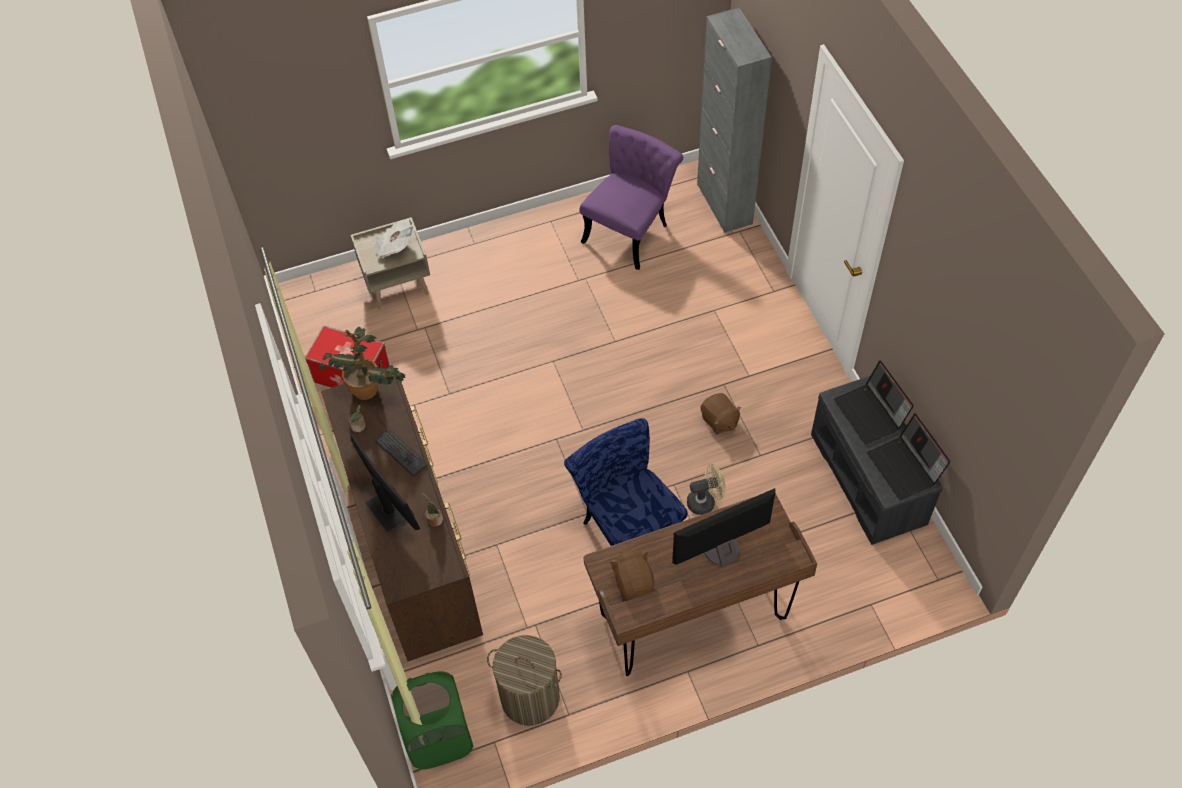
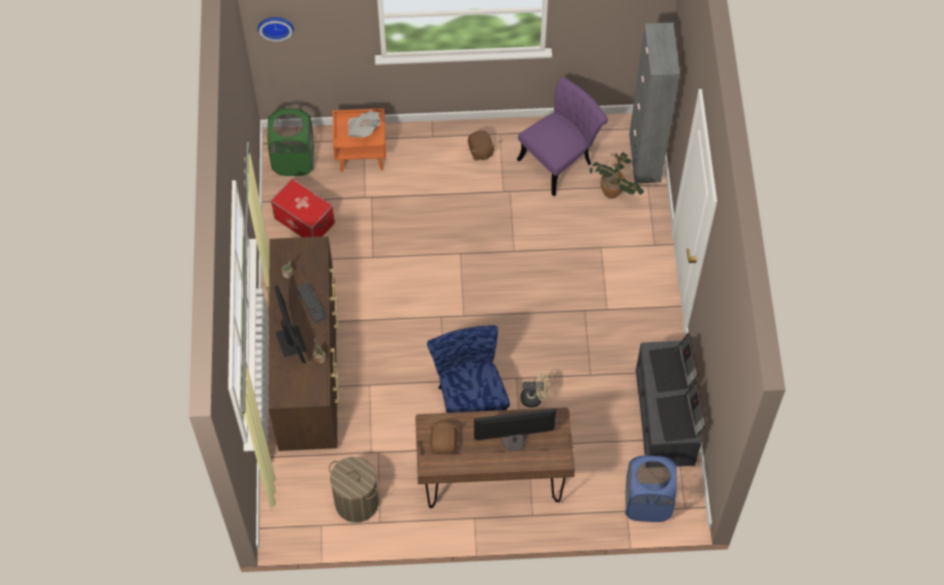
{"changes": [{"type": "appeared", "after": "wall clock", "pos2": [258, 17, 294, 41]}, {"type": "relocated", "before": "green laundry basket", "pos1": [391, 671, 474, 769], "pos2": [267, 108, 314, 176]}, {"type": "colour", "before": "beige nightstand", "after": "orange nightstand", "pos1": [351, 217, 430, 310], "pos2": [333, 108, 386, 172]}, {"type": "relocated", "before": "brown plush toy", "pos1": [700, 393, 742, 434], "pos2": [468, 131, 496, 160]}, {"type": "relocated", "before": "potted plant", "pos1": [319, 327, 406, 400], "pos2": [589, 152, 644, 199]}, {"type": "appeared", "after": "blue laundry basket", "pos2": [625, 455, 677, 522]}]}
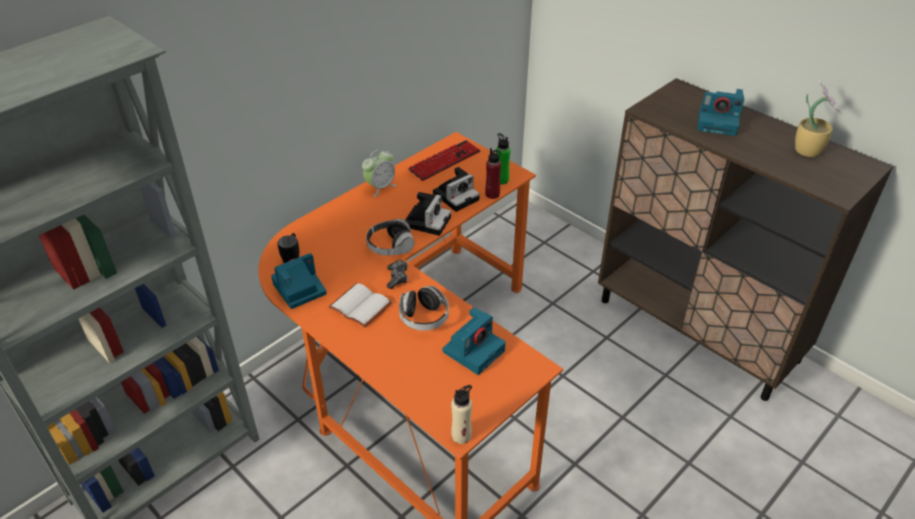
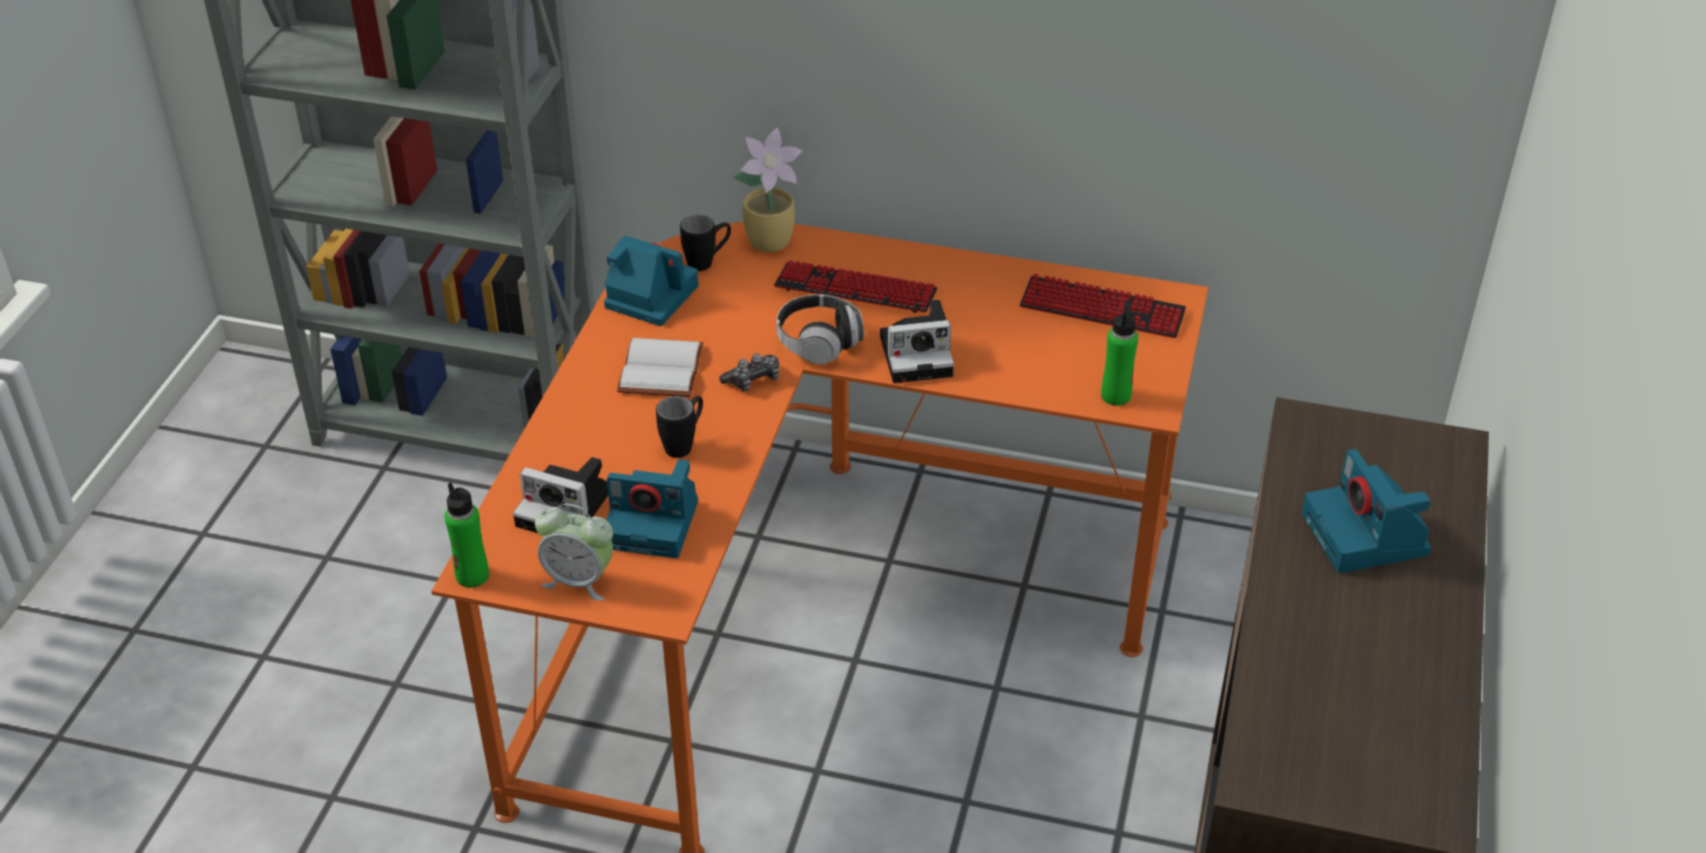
{"changes": [{"type": "colour", "before": "beige bottle", "after": "green bottle", "pos1": [451, 385, 472, 444], "pos2": [445, 482, 489, 588]}, {"type": "relocated", "before": "photo camera", "pos1": [433, 167, 480, 212], "pos2": [513, 457, 608, 533]}, {"type": "relocated", "before": "alarm clock", "pos1": [362, 149, 396, 197], "pos2": [535, 504, 613, 601]}, {"type": "exchanged", "before": "headphones", "after": "black mug", "pos1": [399, 286, 449, 331], "pos2": [656, 396, 703, 458]}, {"type": "relocated", "before": "potted plant", "pos1": [795, 80, 841, 157], "pos2": [733, 127, 802, 252]}, {"type": "appeared", "after": "keyboard", "pos2": [774, 260, 937, 313]}, {"type": "missing", "before": "red bottle", "pos1": [485, 148, 501, 199]}]}
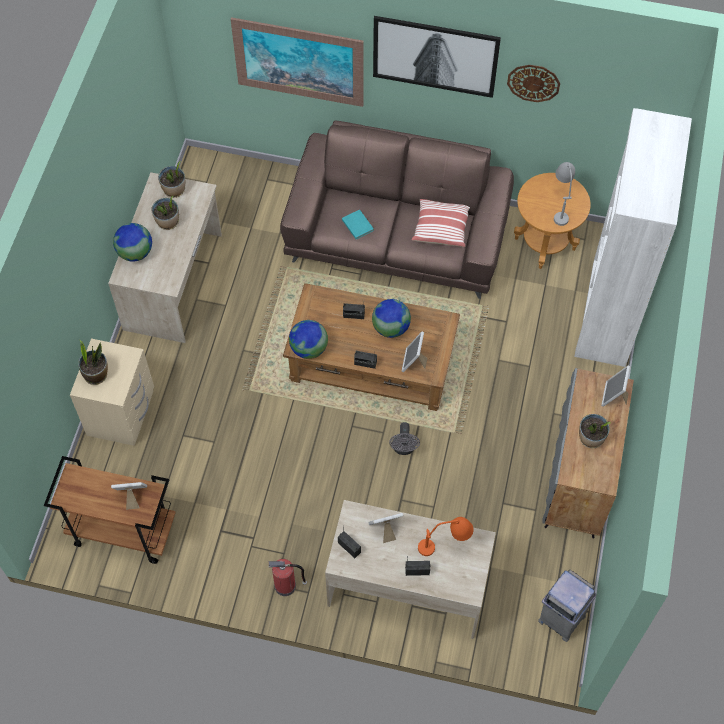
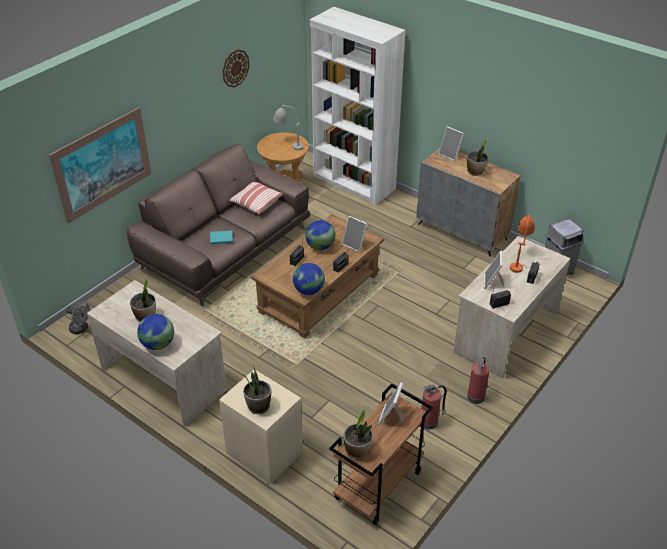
{"changes": [{"type": "relocated", "before": "grey fan", "pos1": [389, 422, 420, 455], "pos2": [66, 302, 91, 334]}, {"type": "relocated", "before": "potted plant", "pos1": [158, 161, 185, 198], "pos2": [344, 408, 373, 459]}, {"type": "appeared", "after": "fire extinguisher", "pos2": [421, 385, 447, 430]}, {"type": "missing", "before": "picture", "pos1": [373, 16, 501, 98]}]}
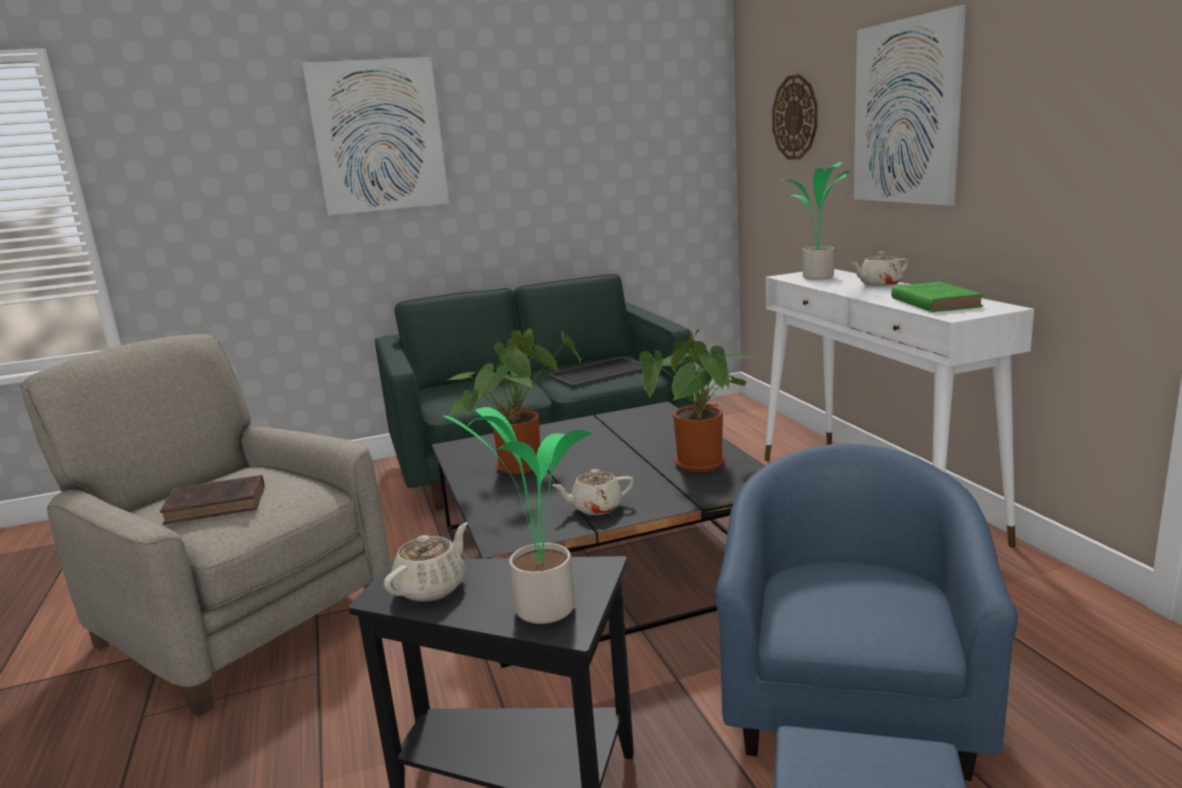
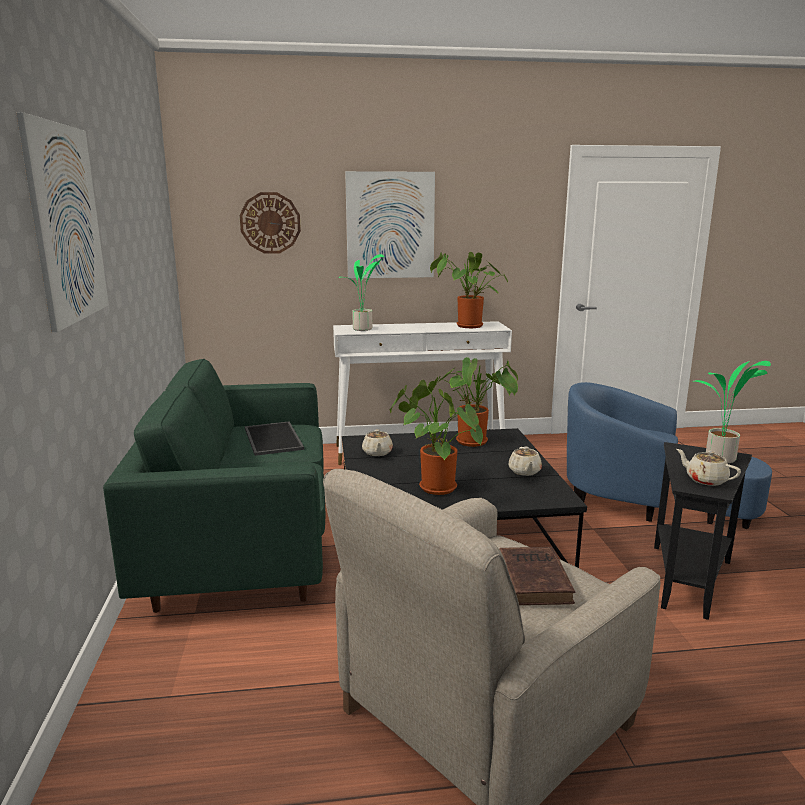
{"changes": [{"type": "relocated", "before": "beige teapot", "pos1": [851, 252, 909, 287], "pos2": [362, 429, 393, 456]}, {"type": "exchanged", "before": "green book", "after": "potted plant", "pos1": [891, 282, 984, 312], "pos2": [430, 252, 508, 328]}]}
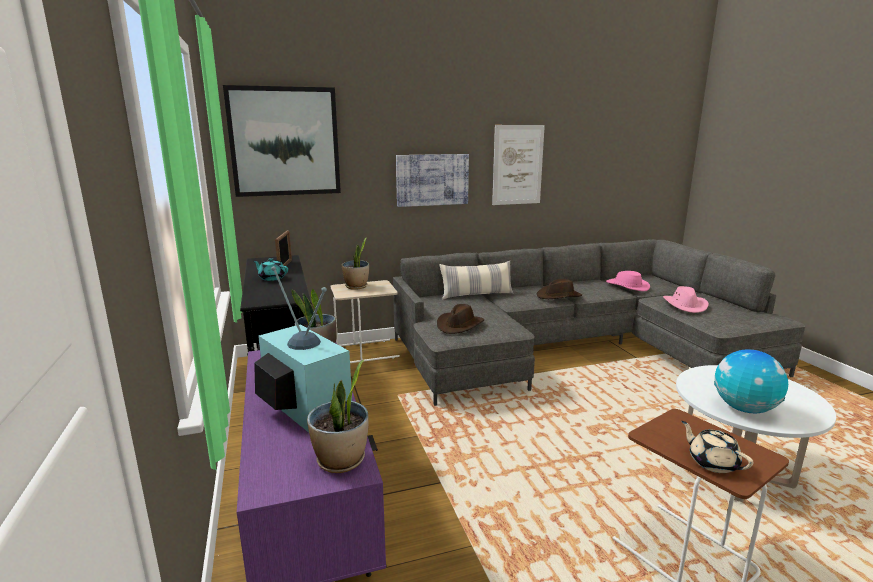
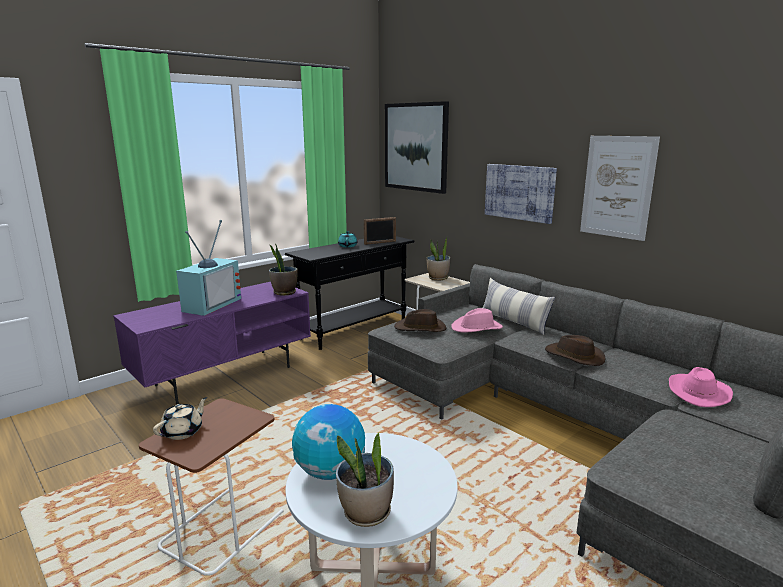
{"changes": [{"type": "relocated", "before": "potted plant", "pos1": [307, 360, 369, 473], "pos2": [336, 432, 394, 527]}, {"type": "relocated", "before": "pink hat", "pos1": [663, 286, 709, 313], "pos2": [452, 308, 503, 333]}]}
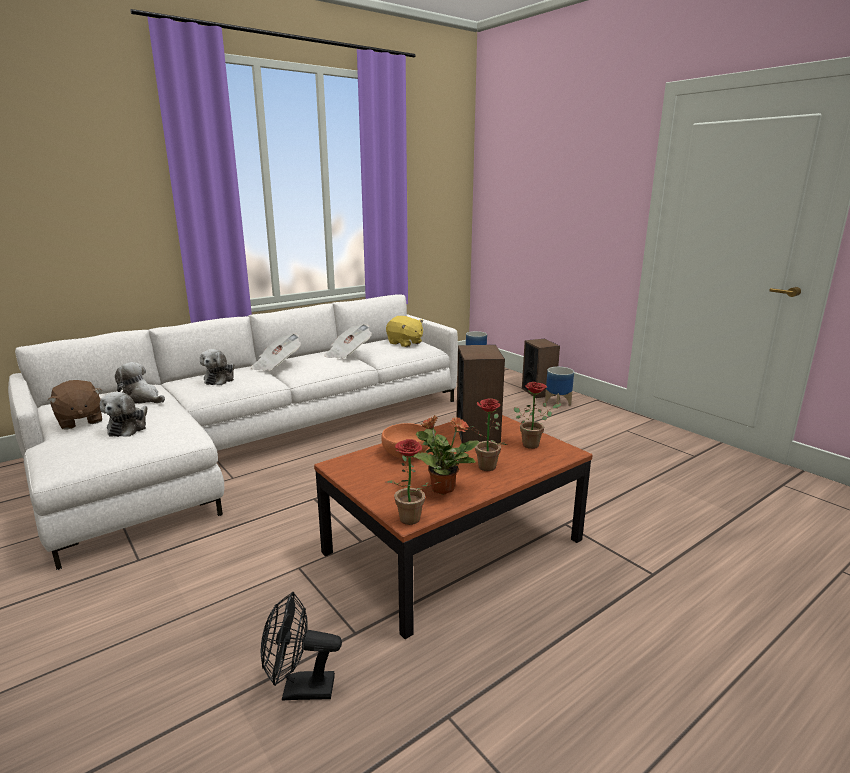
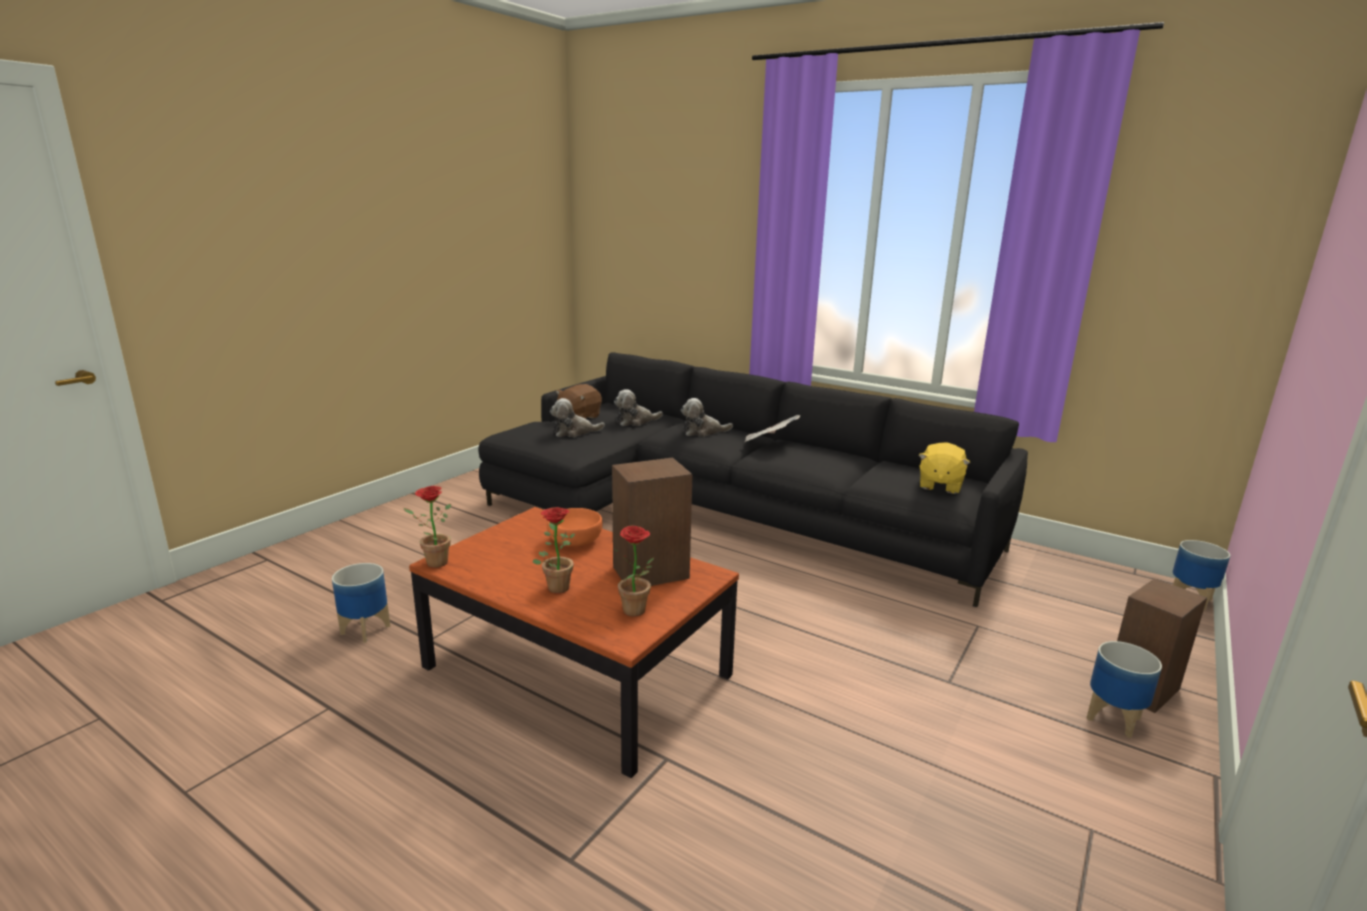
{"changes": [{"type": "exchanged", "before": "black fan", "after": "planter", "pos1": [261, 592, 342, 701], "pos2": [332, 563, 391, 643]}, {"type": "colour", "before": "white sofa", "after": "black sofa", "pos1": [8, 294, 458, 570], "pos2": [478, 352, 1028, 607]}, {"type": "spun", "before": "plush toy", "pos1": [115, 362, 165, 404], "pos2": [614, 389, 663, 426], "turn": -120}, {"type": "missing", "before": "newspaper", "pos1": [324, 324, 372, 358]}, {"type": "missing", "before": "potted plant", "pos1": [413, 415, 479, 495]}]}
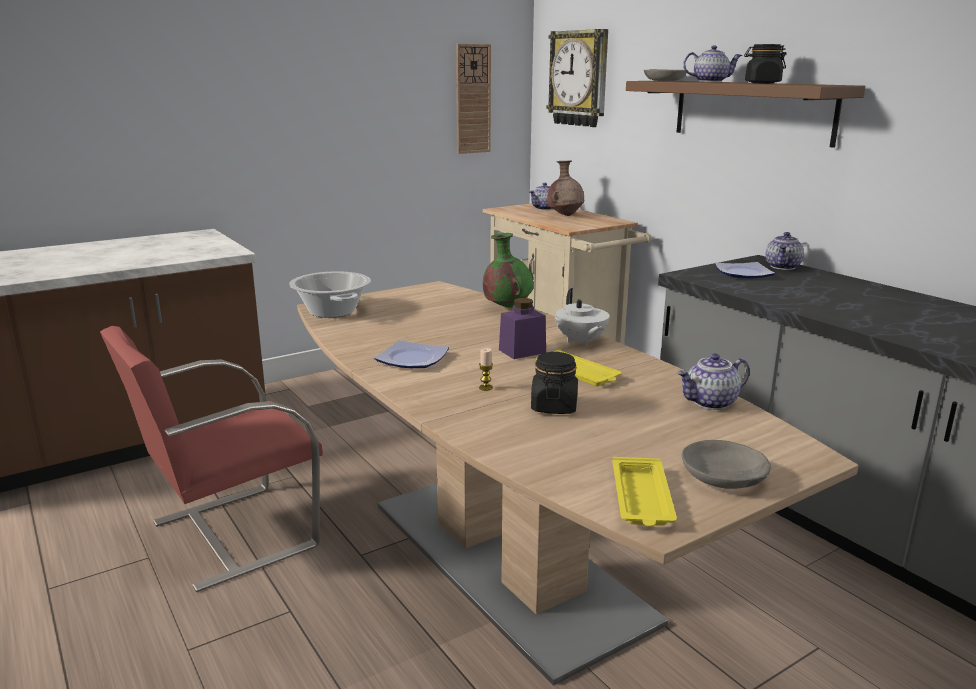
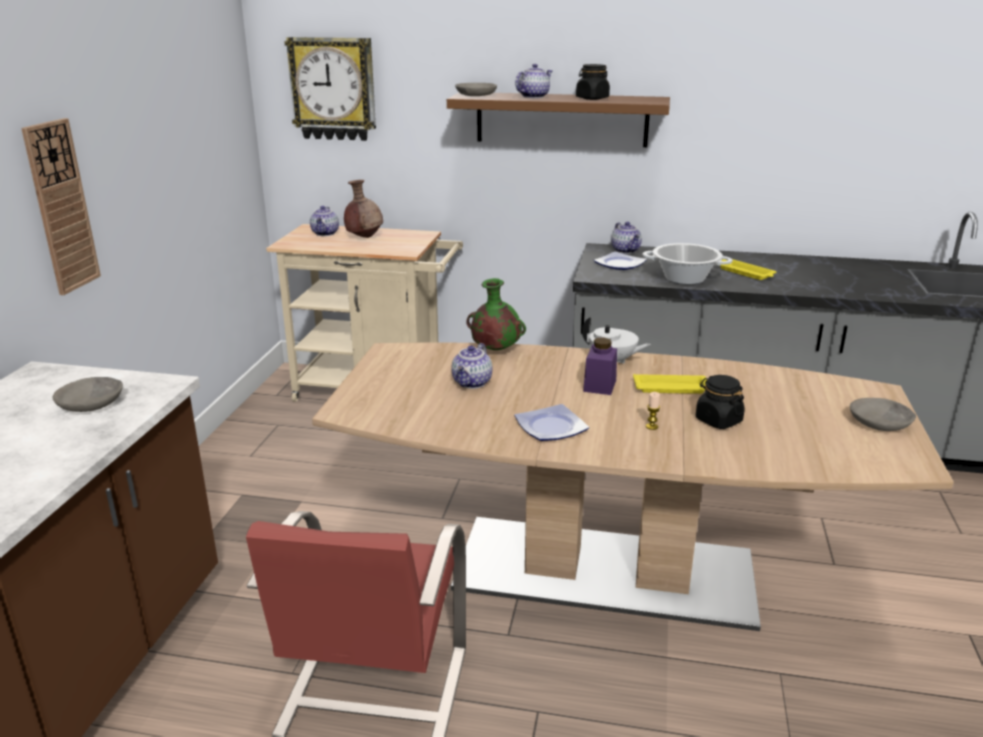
{"changes": [{"type": "relocated", "before": "wall clock", "pos1": [456, 44, 491, 154], "pos2": [21, 118, 101, 295]}, {"type": "appeared", "after": "grey bowl", "pos2": [52, 377, 123, 412]}, {"type": "relocated", "before": "teapot", "pos1": [677, 354, 750, 410], "pos2": [451, 343, 492, 389]}, {"type": "relocated", "before": "cooking pot", "pos1": [289, 271, 371, 318], "pos2": [642, 243, 733, 284]}, {"type": "relocated", "before": "yellow tray", "pos1": [612, 457, 677, 527], "pos2": [716, 259, 777, 280]}]}
